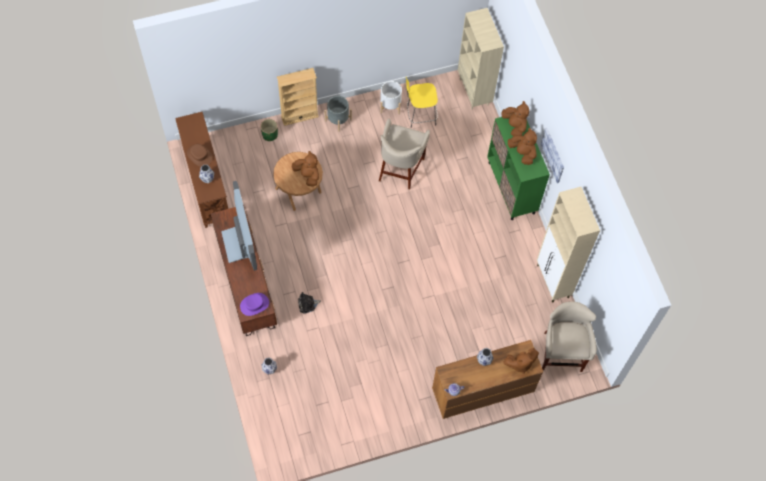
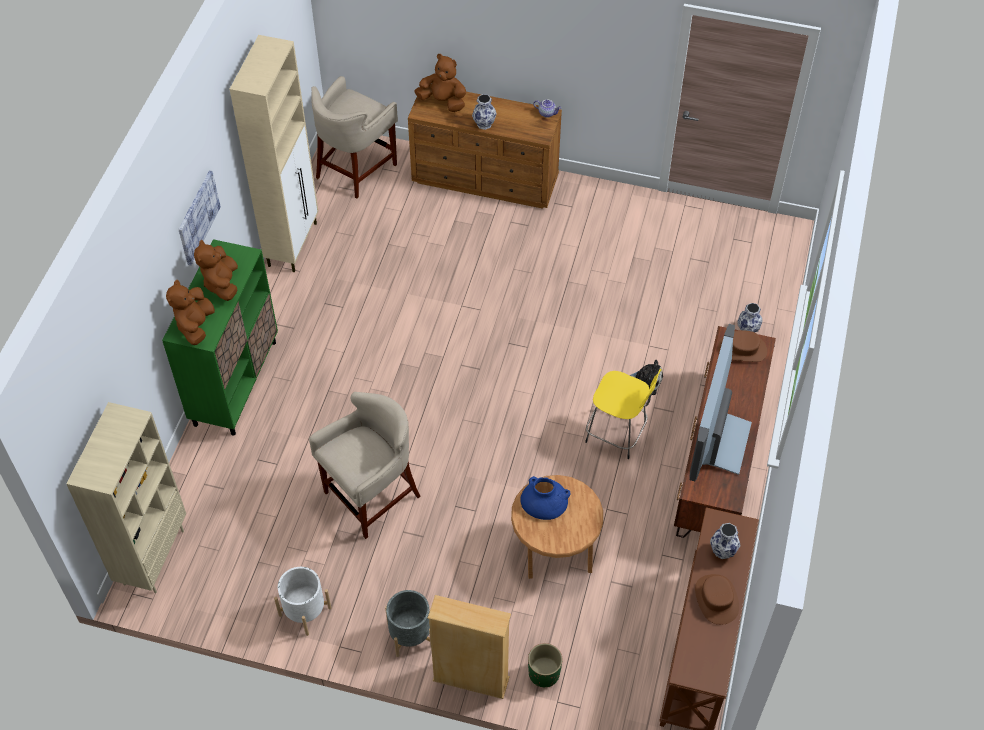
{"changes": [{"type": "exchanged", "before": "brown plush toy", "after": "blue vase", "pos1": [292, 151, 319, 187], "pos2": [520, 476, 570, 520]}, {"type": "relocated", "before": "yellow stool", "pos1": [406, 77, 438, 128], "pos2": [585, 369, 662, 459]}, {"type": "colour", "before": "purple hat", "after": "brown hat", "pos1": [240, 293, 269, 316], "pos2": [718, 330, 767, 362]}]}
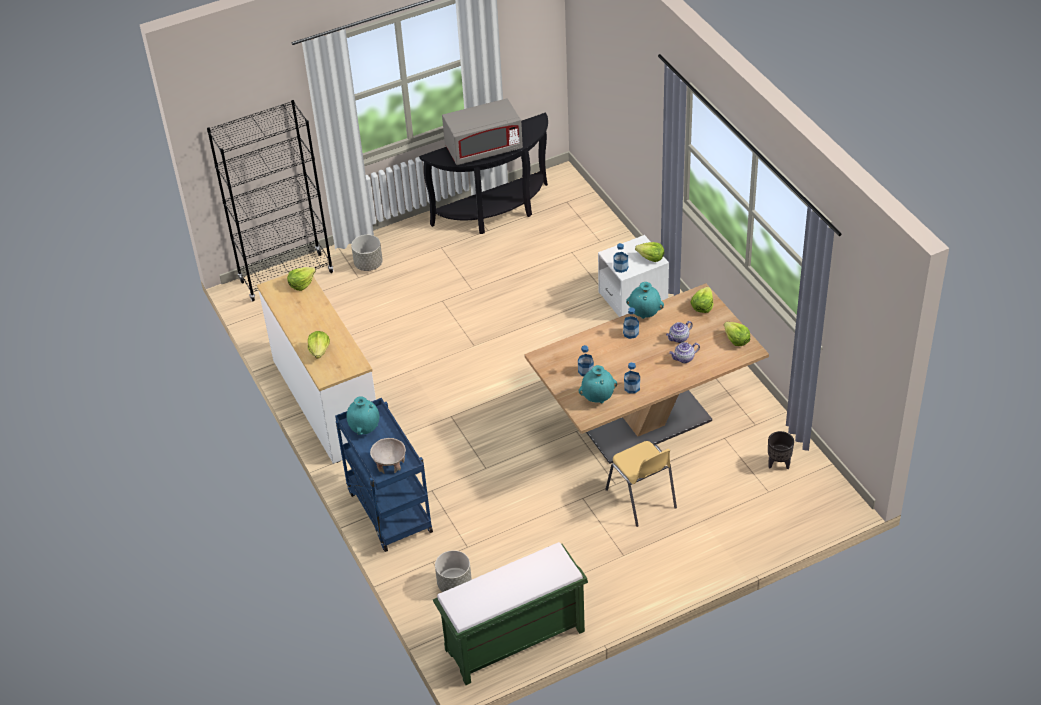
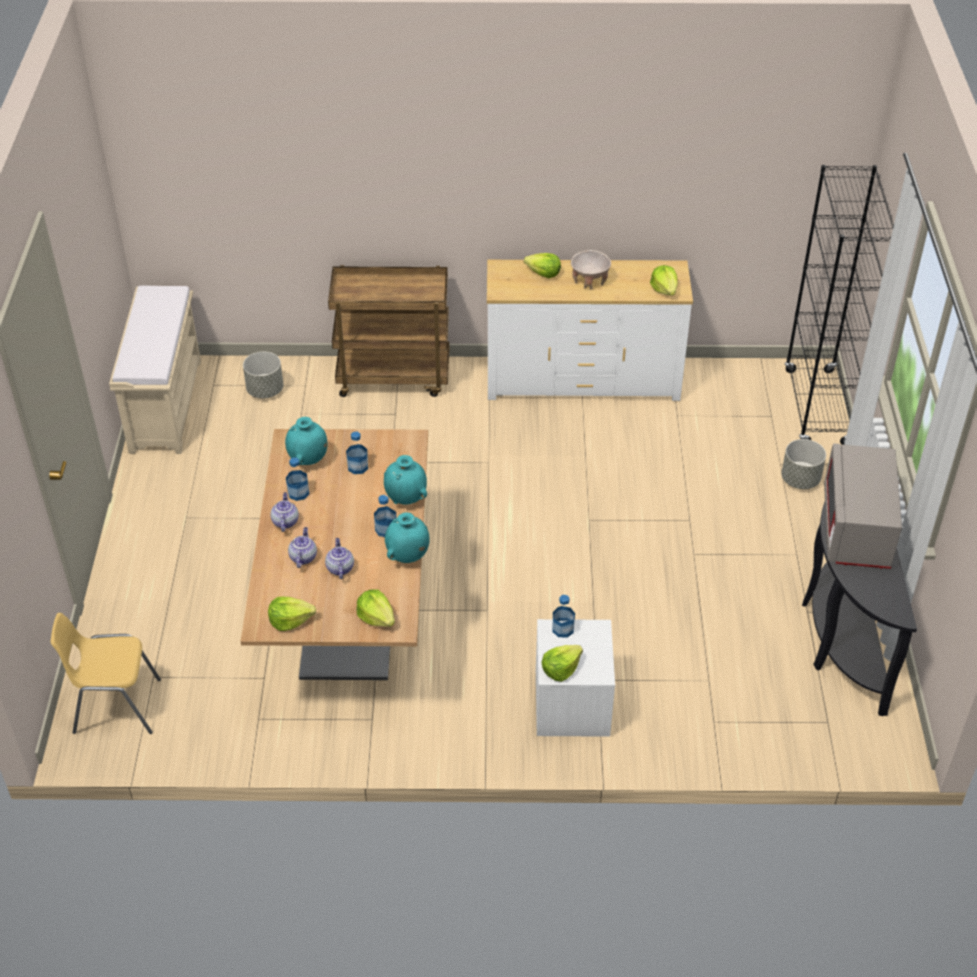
{"changes": [{"type": "relocated", "before": "yellow chair", "pos1": [605, 441, 677, 527], "pos2": [51, 613, 161, 734]}, {"type": "colour", "before": "green bench", "after": "beige bench", "pos1": [433, 542, 588, 685], "pos2": [109, 286, 201, 454]}, {"type": "appeared", "after": "teapot", "pos2": [270, 492, 299, 532]}, {"type": "colour", "before": "blue cart", "after": "brown cart", "pos1": [335, 398, 433, 552], "pos2": [328, 265, 449, 397]}, {"type": "relocated", "before": "turquoise vase", "pos1": [346, 396, 380, 435], "pos2": [384, 455, 427, 505]}, {"type": "relocated", "before": "beige bowl", "pos1": [370, 438, 406, 474], "pos2": [571, 250, 611, 289]}, {"type": "missing", "before": "black planter", "pos1": [768, 431, 794, 469]}]}
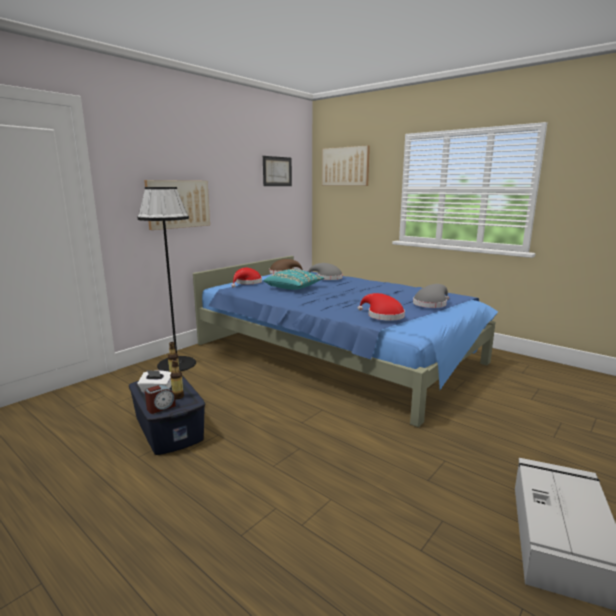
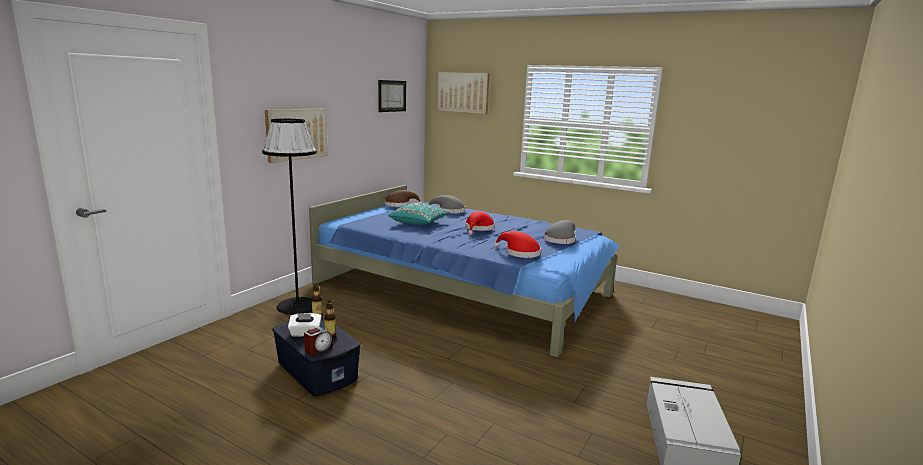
{"changes": [{"type": "relocated", "before": "red hat", "pos1": [231, 268, 262, 288], "pos2": [465, 211, 495, 235]}]}
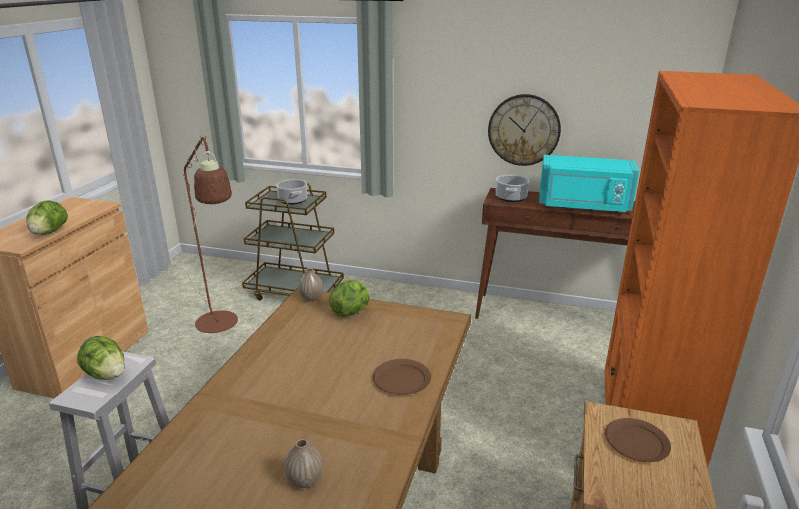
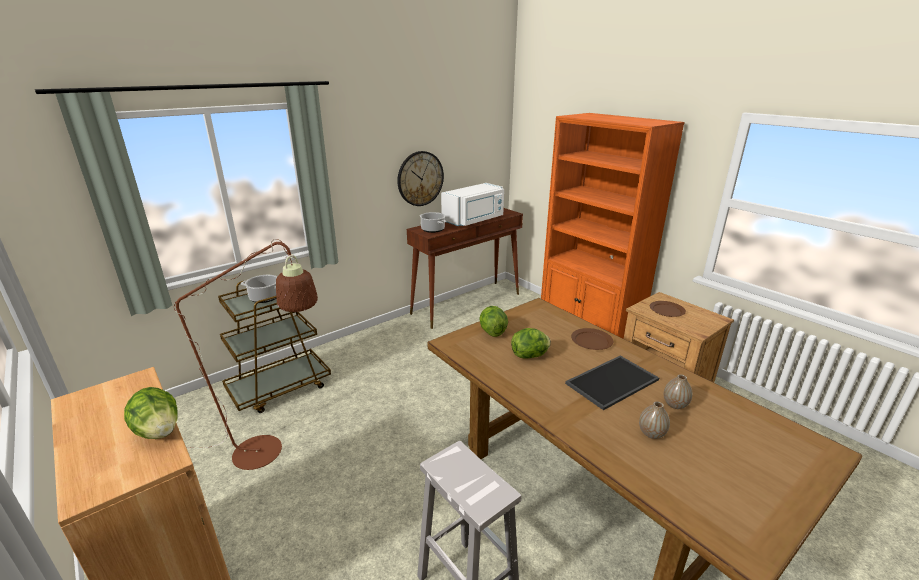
{"changes": [{"type": "colour", "before": "turquoise microwave", "after": "white microwave", "pos1": [539, 155, 639, 212], "pos2": [441, 183, 504, 226]}, {"type": "relocated", "before": "lettuce", "pos1": [77, 336, 125, 380], "pos2": [511, 328, 551, 359]}, {"type": "appeared", "after": "tray", "pos2": [565, 356, 659, 410]}, {"type": "relocated", "before": "vase", "pos1": [298, 268, 323, 301], "pos2": [639, 401, 670, 439]}]}
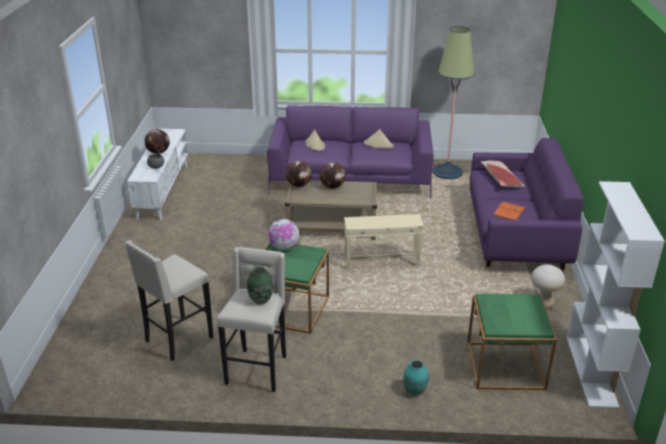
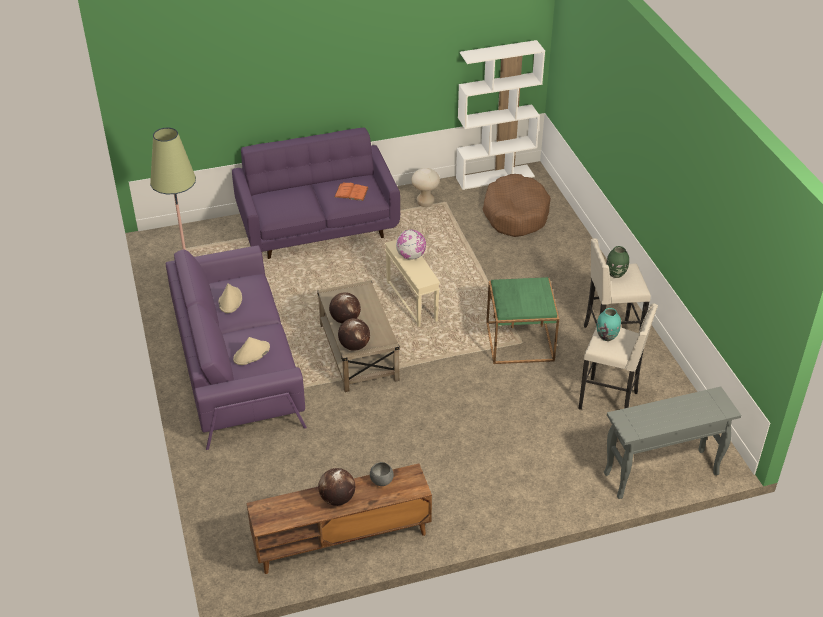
{"changes": [{"type": "colour", "before": "white tv stand", "after": "brown tv stand", "pos1": [127, 129, 188, 220], "pos2": [246, 463, 432, 574]}, {"type": "relocated", "before": "globe", "pos1": [268, 219, 300, 250], "pos2": [396, 229, 426, 260]}, {"type": "exchanged", "before": "green side table", "after": "brown dog bed", "pos1": [467, 294, 557, 390], "pos2": [483, 174, 551, 237]}, {"type": "relocated", "before": "turquoise vase", "pos1": [403, 360, 429, 396], "pos2": [597, 308, 621, 341]}, {"type": "appeared", "after": "grey console table", "pos2": [604, 387, 741, 499]}, {"type": "missing", "before": "pillow", "pos1": [481, 161, 525, 188]}]}
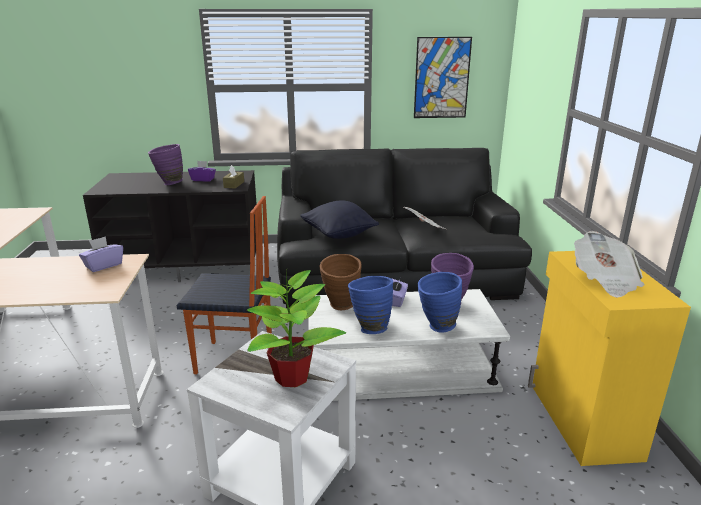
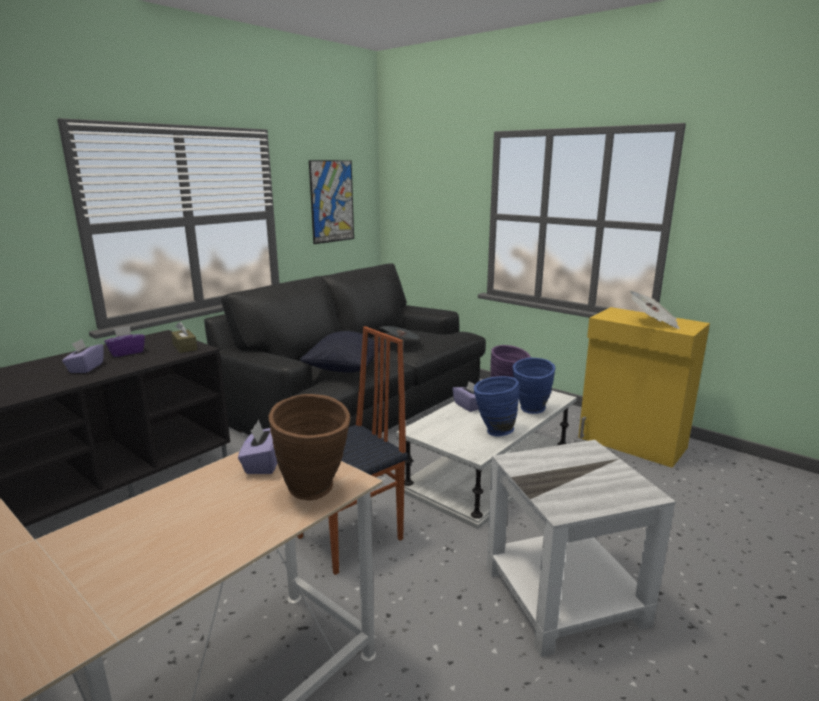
{"changes": [{"type": "exchanged", "before": "purple vase", "after": "purple tissue box", "pos1": [148, 144, 183, 185], "pos2": [62, 339, 104, 373]}, {"type": "relocated", "before": "brown vase", "pos1": [320, 254, 362, 310], "pos2": [269, 394, 350, 501]}, {"type": "missing", "before": "potted plant", "pos1": [247, 270, 346, 387]}]}
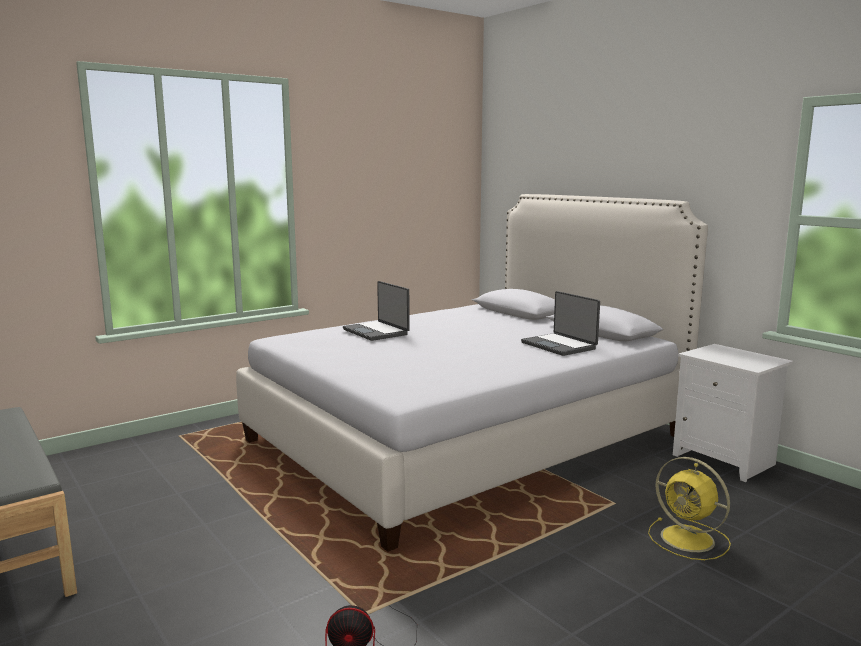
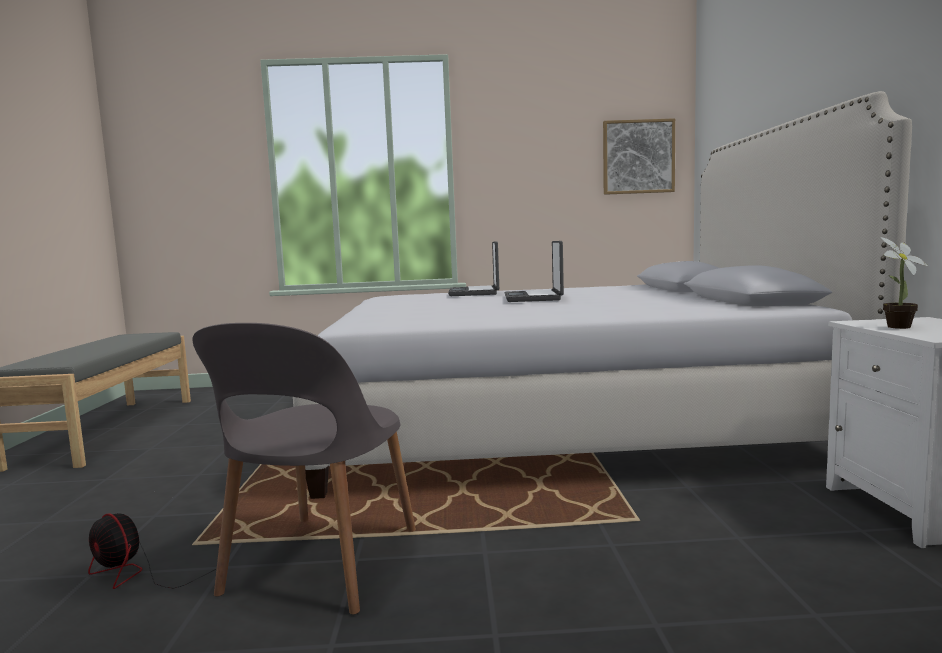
{"changes": [{"type": "appeared", "after": "grey chair", "pos2": [192, 323, 416, 615]}, {"type": "relocated", "before": "laptop", "pos1": [521, 291, 600, 356], "pos2": [505, 241, 564, 302]}, {"type": "appeared", "after": "picture", "pos2": [603, 118, 675, 195]}, {"type": "appeared", "after": "potted plant", "pos2": [881, 237, 928, 329]}, {"type": "missing", "before": "yellow fan", "pos1": [648, 457, 731, 560]}]}
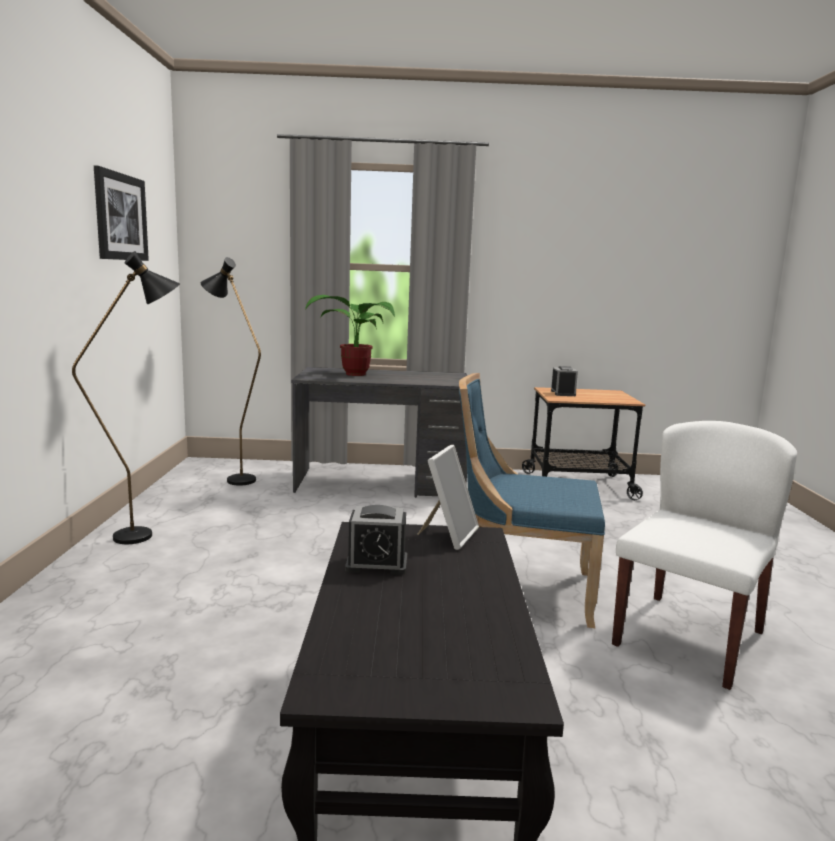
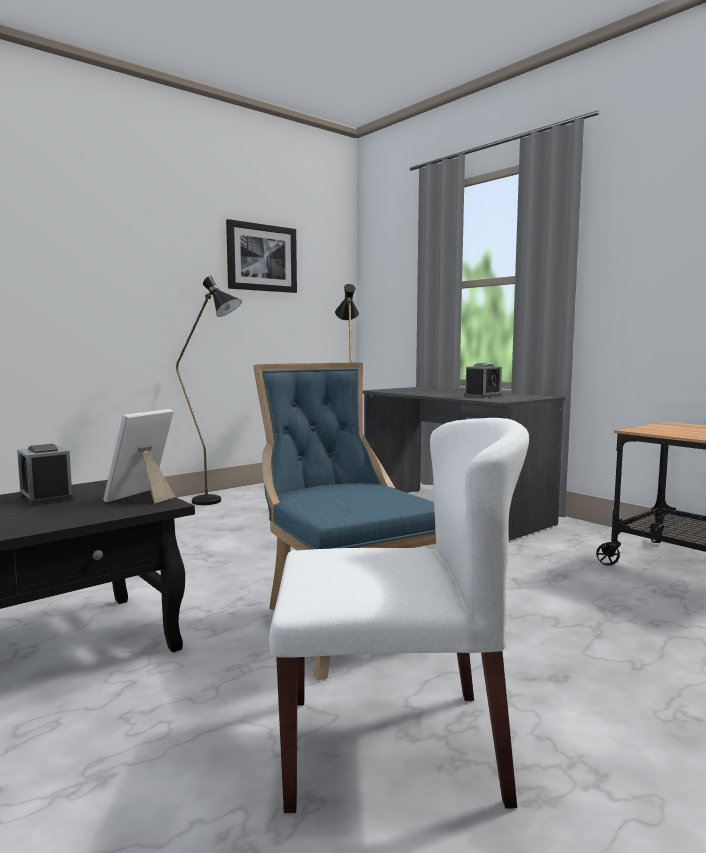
{"changes": [{"type": "spun", "before": "picture frame", "pos1": [417, 445, 479, 550], "pos2": [103, 409, 175, 504], "turn": 135}, {"type": "relocated", "before": "alarm clock", "pos1": [551, 366, 578, 396], "pos2": [464, 363, 502, 398]}, {"type": "missing", "before": "potted plant", "pos1": [305, 295, 395, 376]}]}
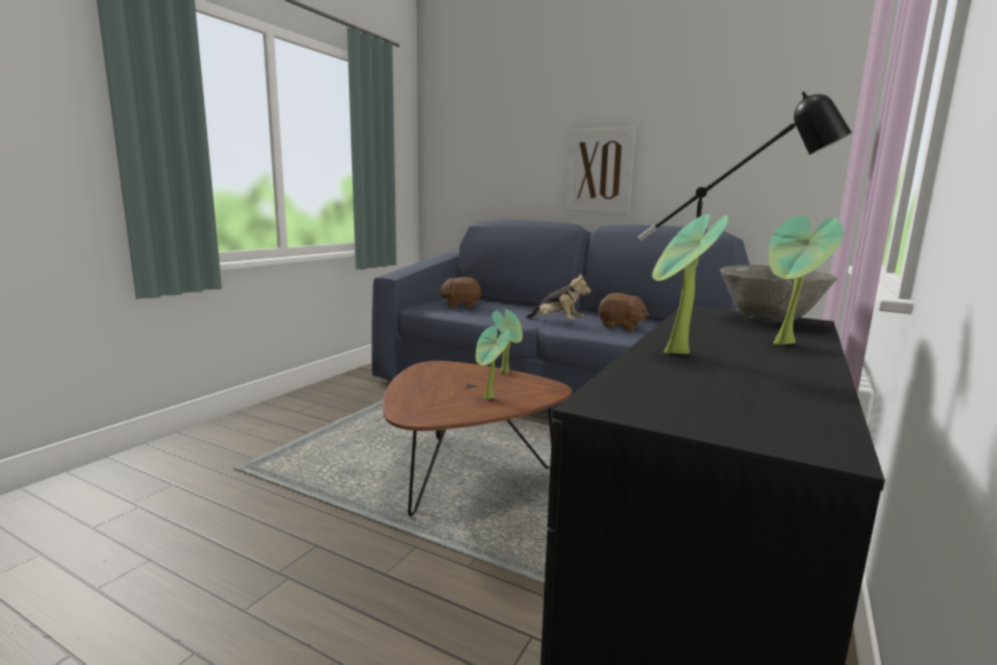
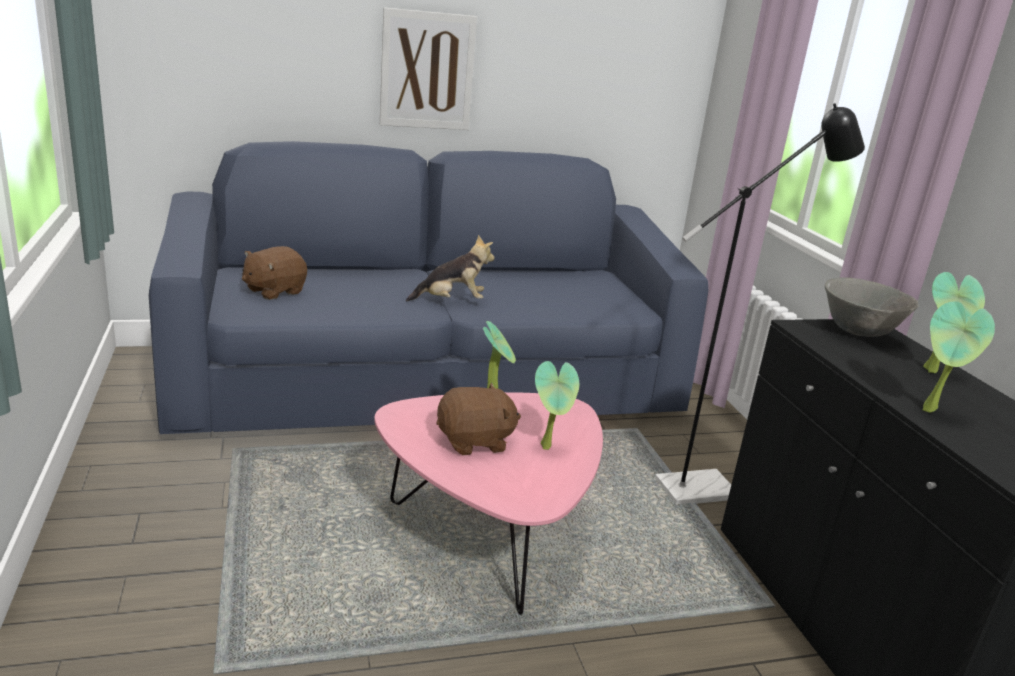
{"changes": [{"type": "colour", "before": "brown coffee table", "after": "pink coffee table", "pos1": [383, 361, 572, 516], "pos2": [374, 392, 603, 615]}, {"type": "relocated", "before": "brown plush toy", "pos1": [598, 293, 649, 331], "pos2": [436, 383, 521, 455]}]}
